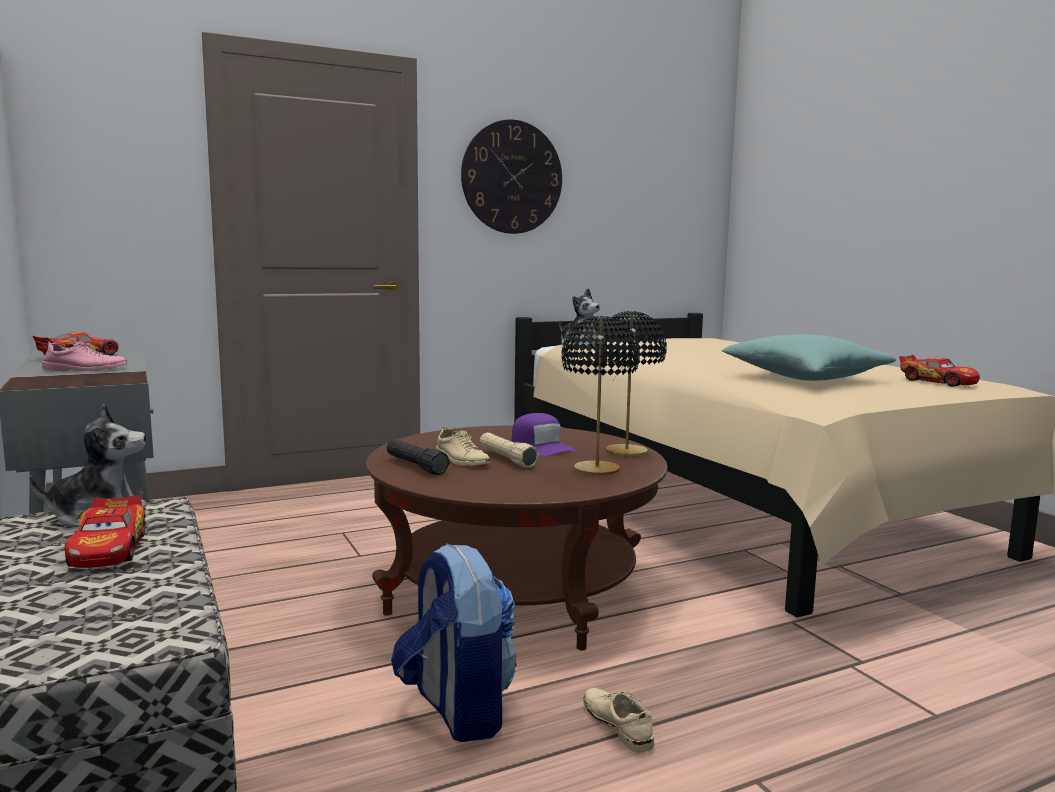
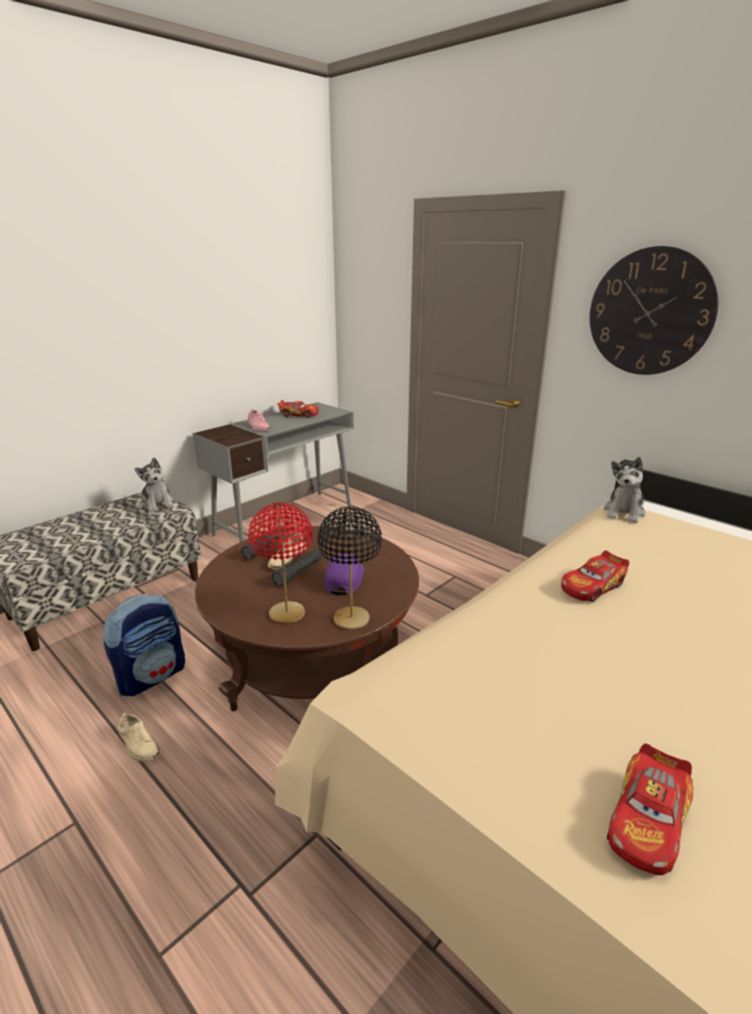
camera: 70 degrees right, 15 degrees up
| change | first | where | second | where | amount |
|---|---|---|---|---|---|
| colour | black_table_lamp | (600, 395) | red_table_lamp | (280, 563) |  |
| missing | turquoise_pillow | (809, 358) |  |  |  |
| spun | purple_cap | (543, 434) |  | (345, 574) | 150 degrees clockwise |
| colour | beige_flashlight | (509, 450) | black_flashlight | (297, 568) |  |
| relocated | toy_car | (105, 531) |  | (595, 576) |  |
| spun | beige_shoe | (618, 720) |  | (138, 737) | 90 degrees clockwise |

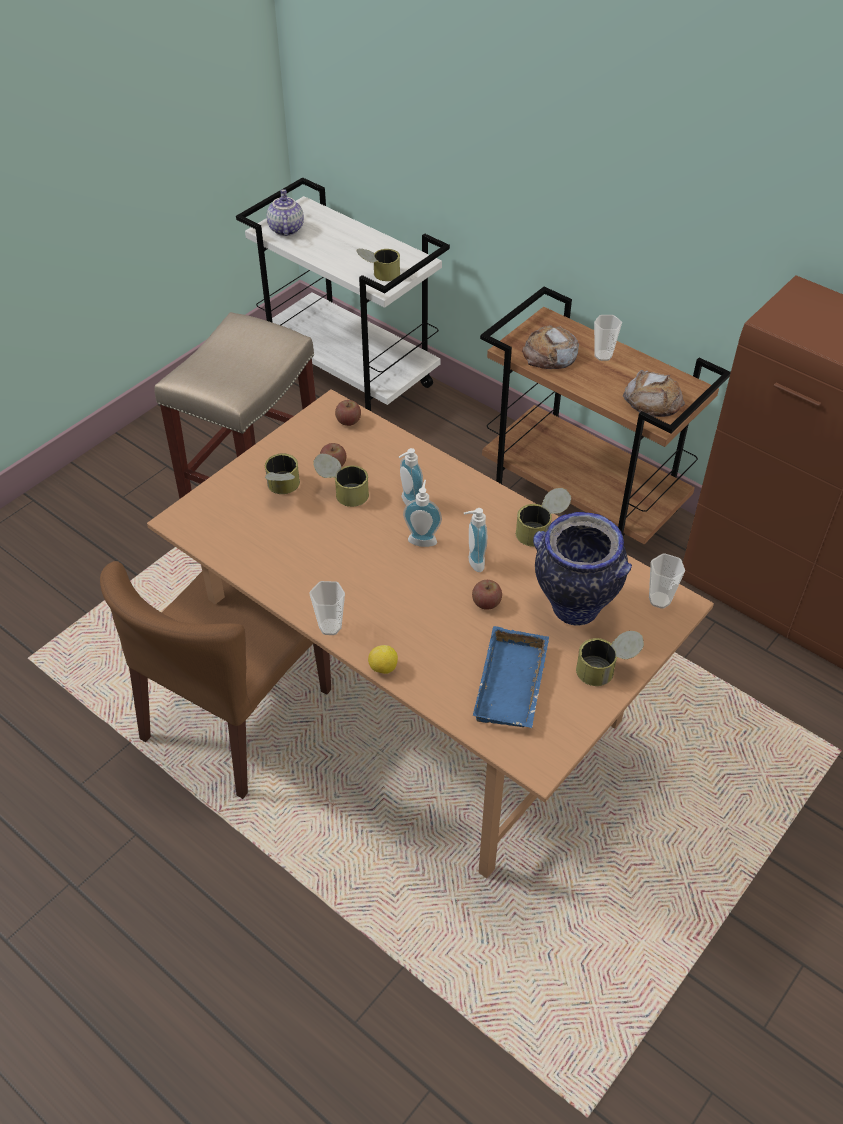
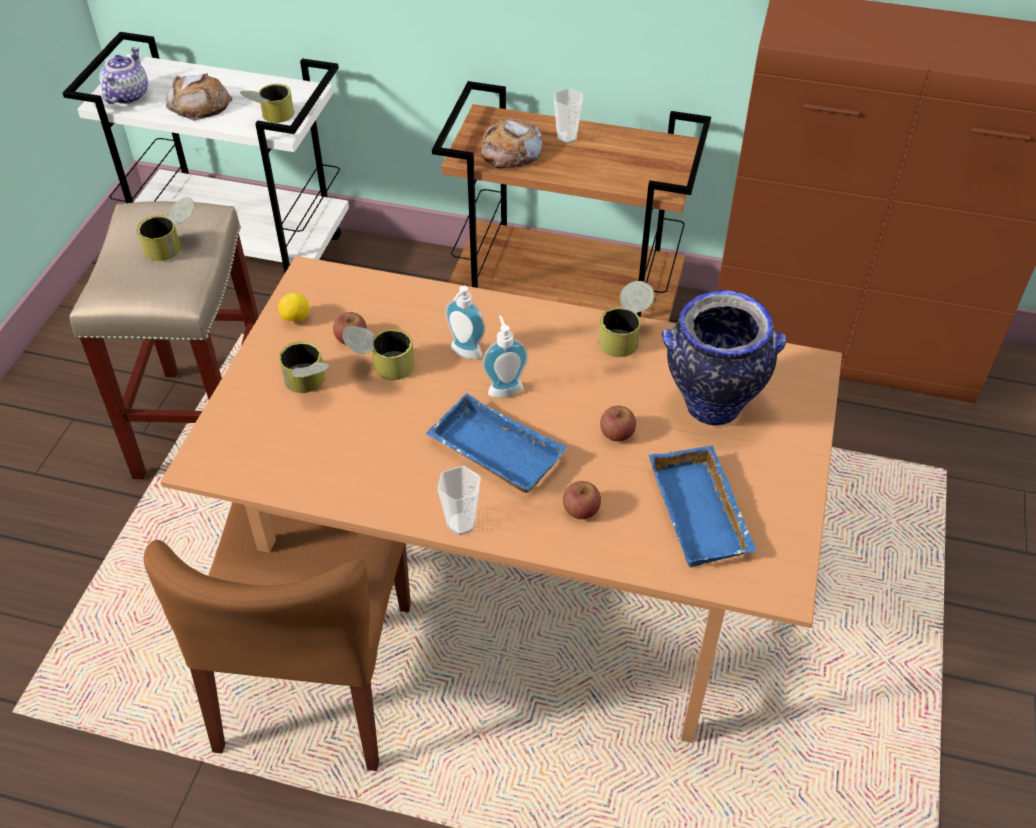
camera: 25 degrees left, 0 degrees up
| change | first | where | second | where | amount |
|---|---|---|---|---|---|
| spun | teapot | (285, 212) |  | (123, 75) | 45 degrees clockwise |
| relocated | bread | (654, 393) |  | (199, 97) |  |
| relocated | apple | (348, 413) |  | (582, 500) |  |
| missing | soap_dispenser | (475, 540) |  |  |  |
| missing | cup | (667, 581) |  |  |  |
| relocated | can | (610, 658) |  | (166, 229) |  |
| relocated | lemon | (383, 659) |  | (293, 307) |  |
| appeared |  |  | blue_tray | (496, 443) |  |

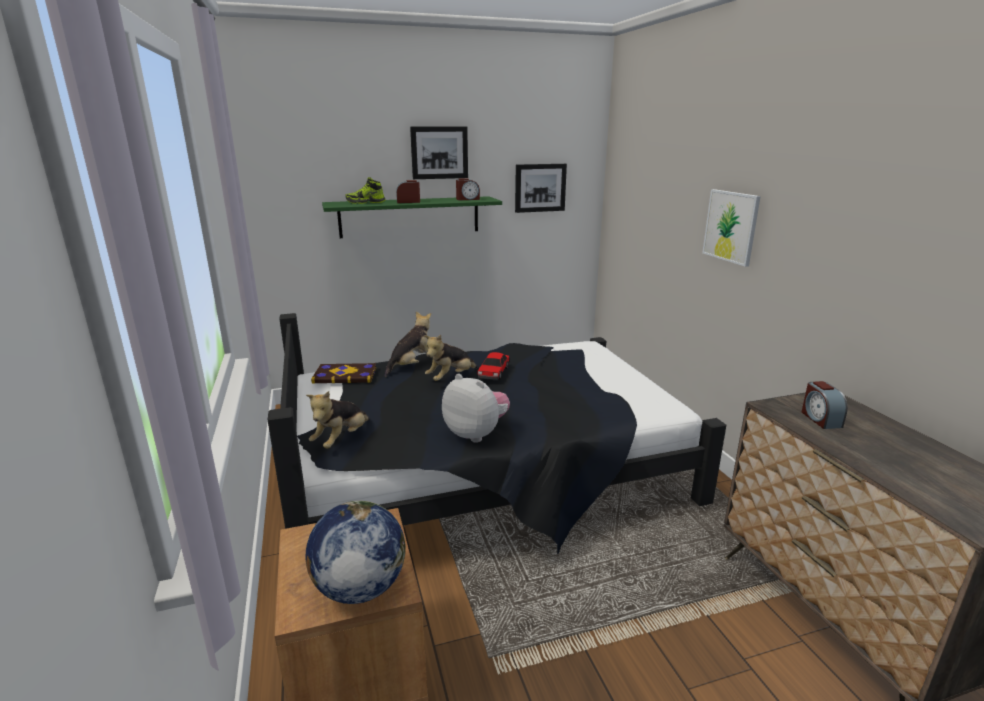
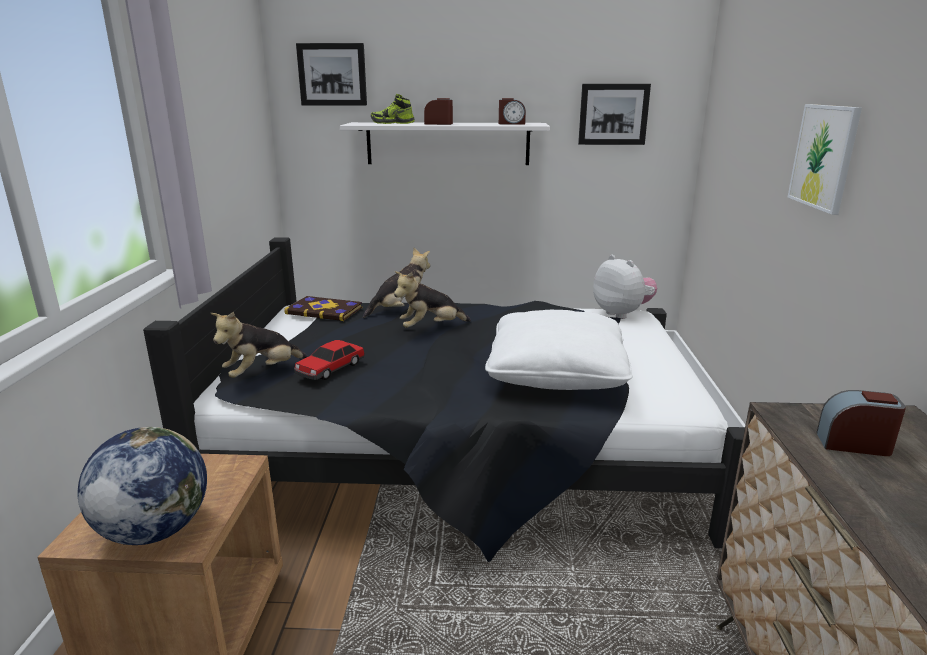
camera: 20 degrees right, 0 degrees up
| change | first | where | second | where | amount |
|---|---|---|---|---|---|
| relocated | picture | (439, 152) |  | (331, 74) |  |
| colour | green_shelf | (412, 217) | white_shelf | (445, 143) |  |
| relocated | toy_car | (493, 366) |  | (329, 360) |  |
| relocated | plush_toy | (476, 408) |  | (625, 287) |  |
| spun | alarm_clock | (825, 405) |  | (861, 423) | 90 degrees clockwise |
| appeared |  |  | white_pillow | (559, 350) |  |

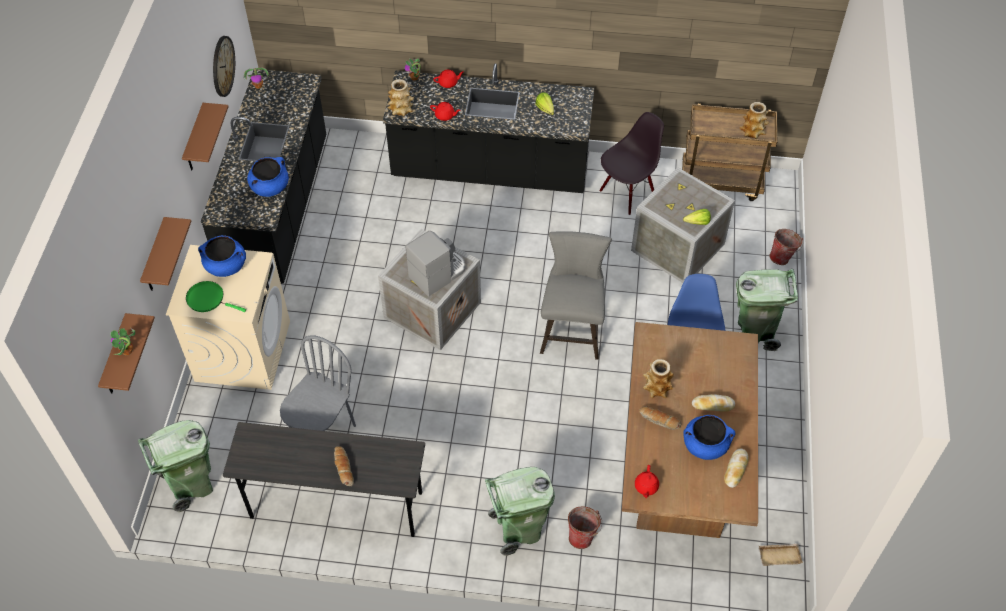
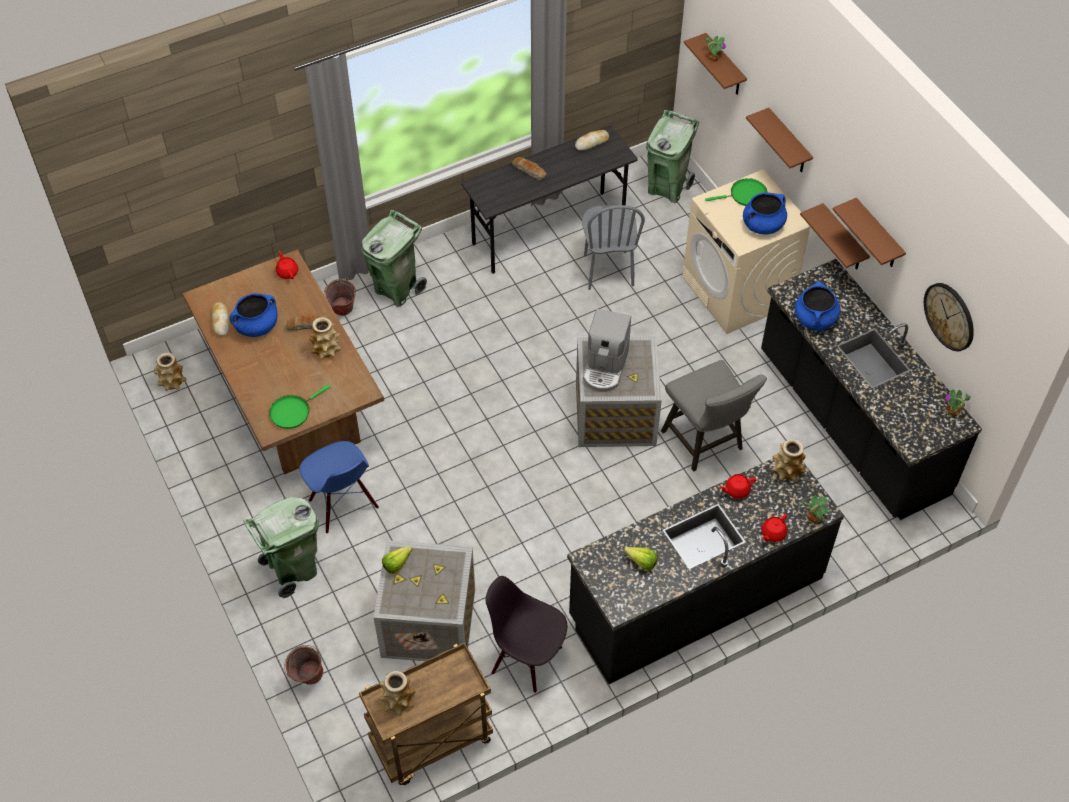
camera: 145 degrees right, 0 degrees up
| change | first | where | second | where | amount |
|---|---|---|---|---|---|
| spun | black_chair | (631, 163) |  | (526, 634) | 105 degrees clockwise |
| relocated | grey_stool | (576, 296) |  | (714, 415) |  |
| relocated | bread | (713, 403) |  | (592, 140) |  |
| exchanged | beige_tray | (781, 555) | vase | (170, 372) |  |
| appeared |  |  | brown_shelf | (835, 236) |  |
| appeared |  |  | green_frying_pan | (299, 407) |  |

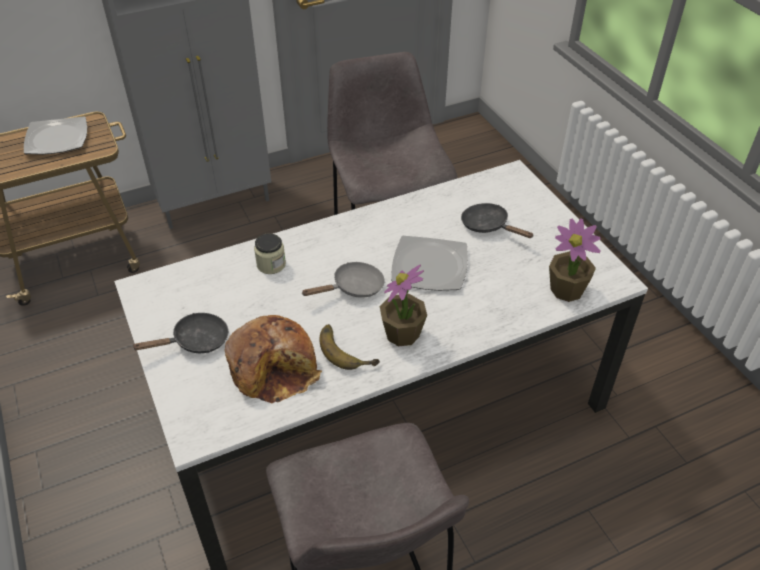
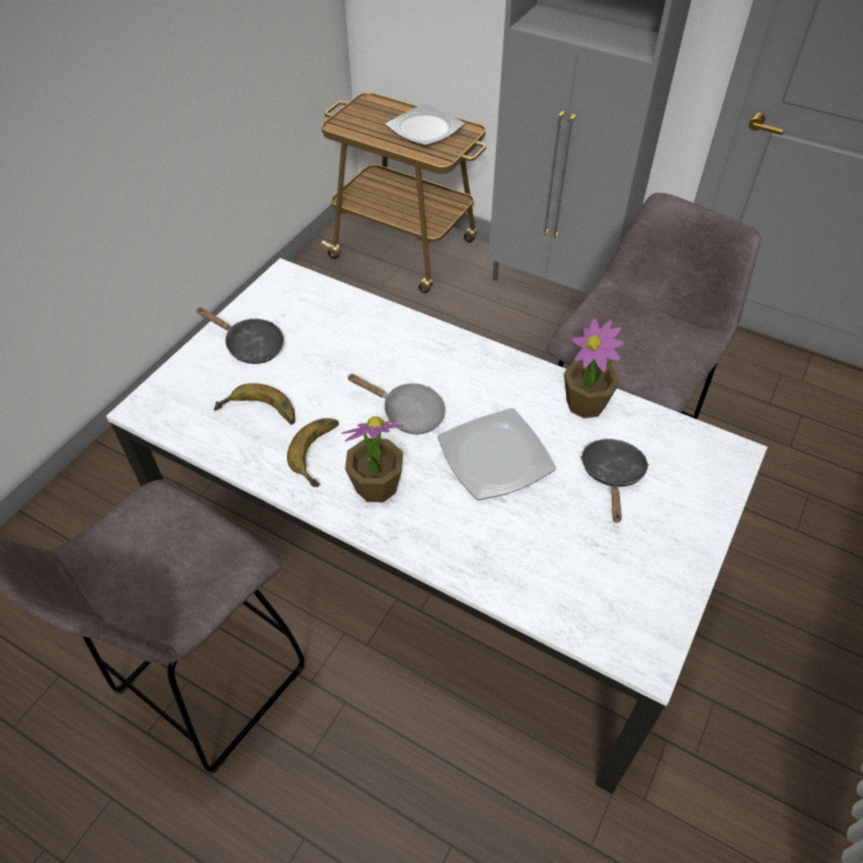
camera: 55 degrees right, 5 degrees up
| change | first | where | second | where | amount |
|---|---|---|---|---|---|
| relocated | potted_plant | (575, 260) |  | (594, 368) |  |
| missing | jar | (270, 253) |  |  |  |
| exchanged | bread | (273, 359) | banana | (254, 404) |  |

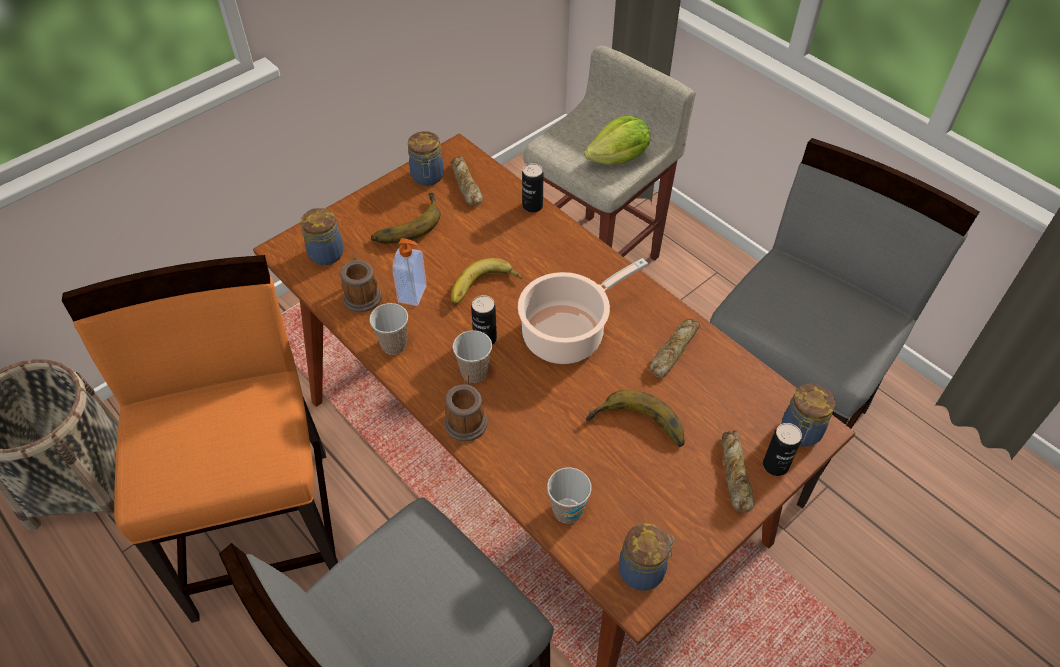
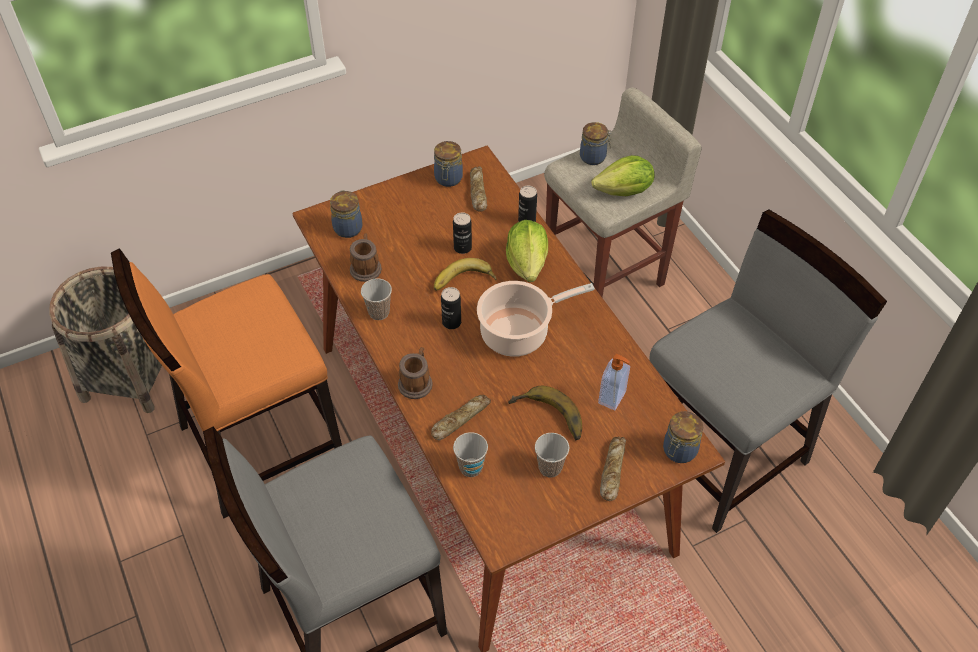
camera: 15 degrees right, 0 degrees up
| change | first | where | second | where | amount |
|---|---|---|---|---|---|
| missing | banana | (405, 218) |  |  |  |
| relocated | soap_dispenser | (409, 272) |  | (614, 382) |  |
| spun | orange_chair | (200, 439) |  | (226, 383) | 120 degrees counterclockwise |
| relocated | bread | (675, 348) |  | (461, 417) |  |
| relocated | cup | (472, 356) |  | (552, 455) |  |
| relocated | can | (782, 449) |  | (462, 233) |  |
| relocated | jar | (646, 557) |  | (595, 143) |  |
| appeared |  |  | lettuce | (527, 251) |  |

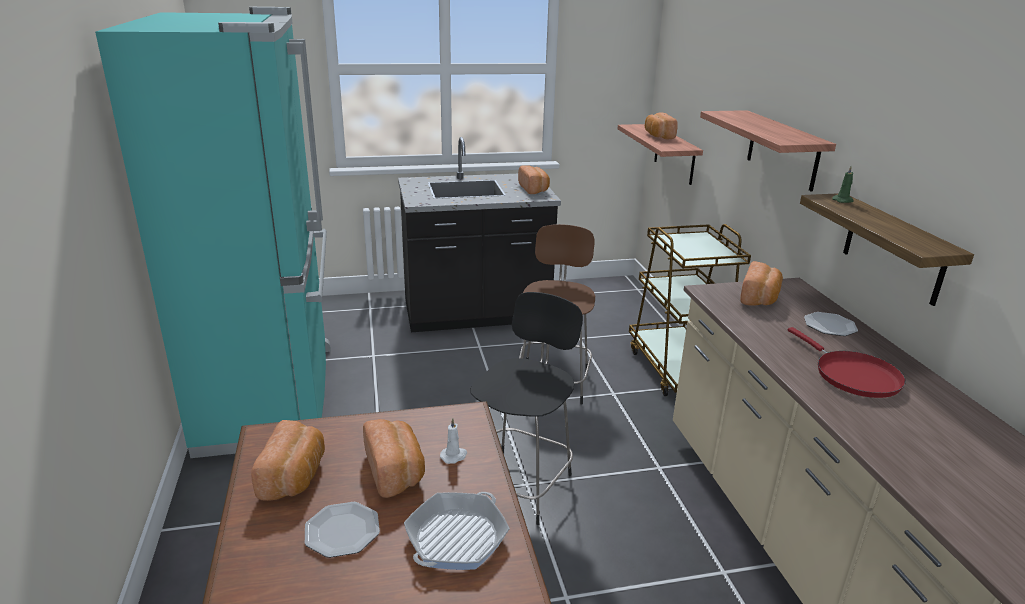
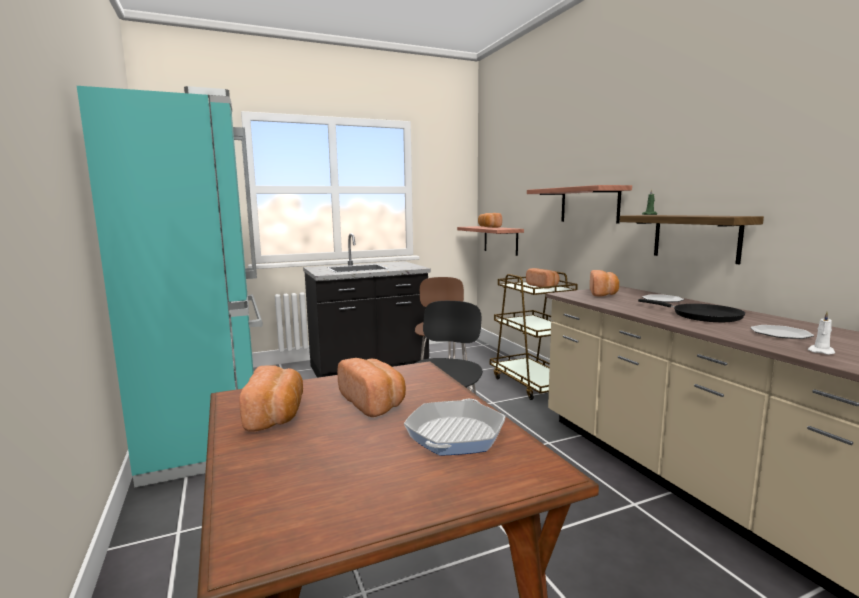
camera: 10 degrees left, 15 degrees down
| change | first | where | second | where | amount |
|---|---|---|---|---|---|
| relocated | bread | (534, 179) |  | (542, 278) |  |
| colour | red_frying_pan | (847, 362) | black_frying_pan | (691, 310) |  |
| relocated | white_candle | (453, 441) |  | (821, 333) |  |
| relocated | plate | (342, 530) |  | (782, 332) |  |

